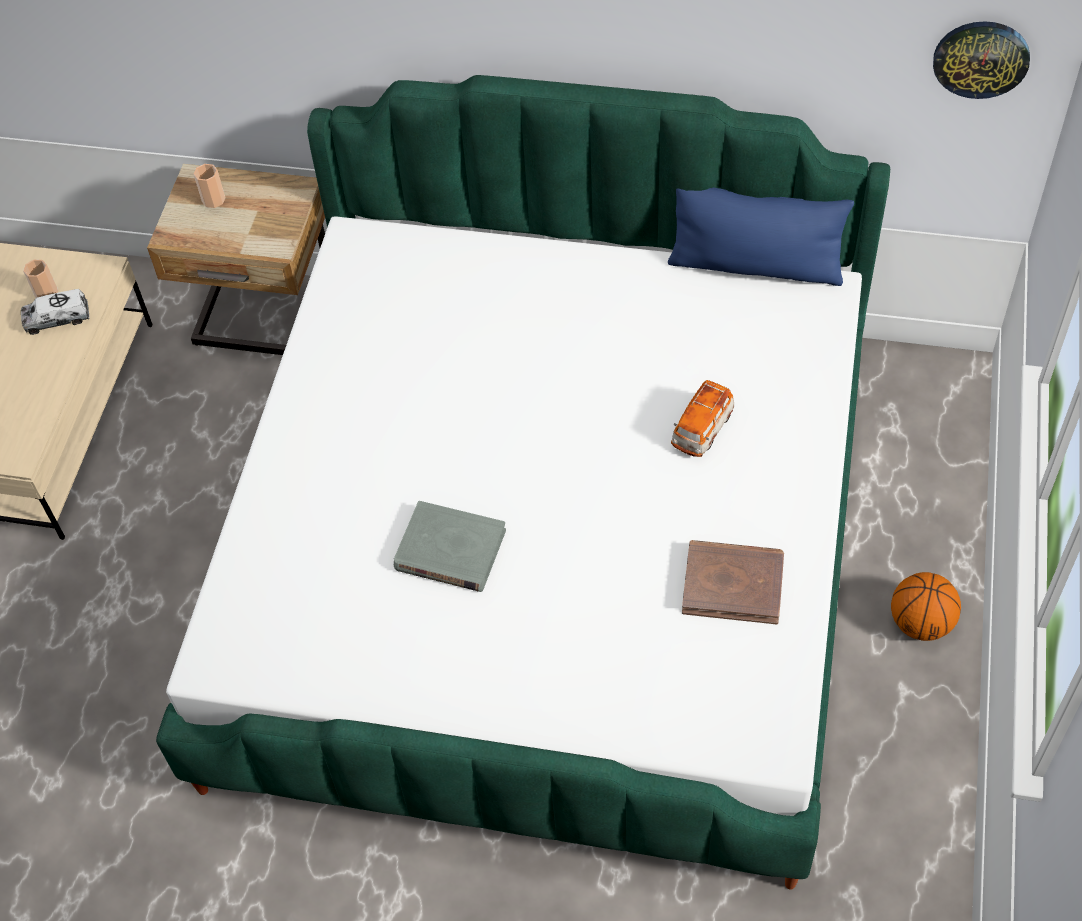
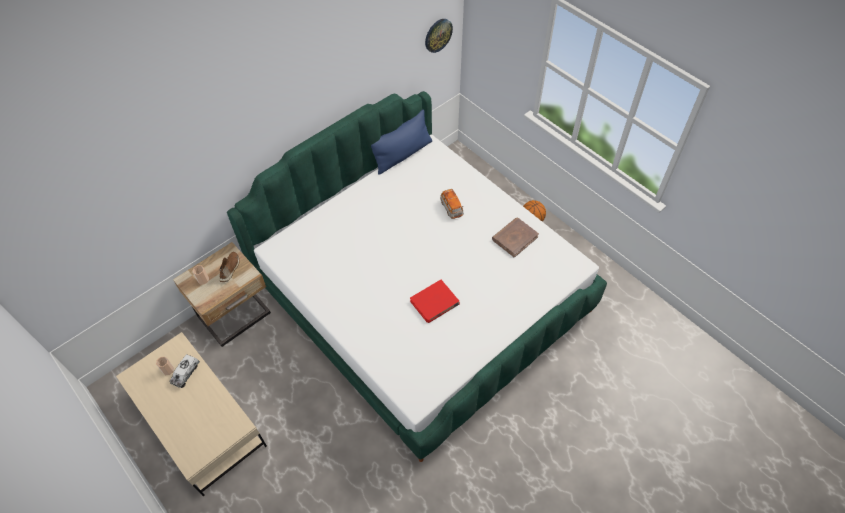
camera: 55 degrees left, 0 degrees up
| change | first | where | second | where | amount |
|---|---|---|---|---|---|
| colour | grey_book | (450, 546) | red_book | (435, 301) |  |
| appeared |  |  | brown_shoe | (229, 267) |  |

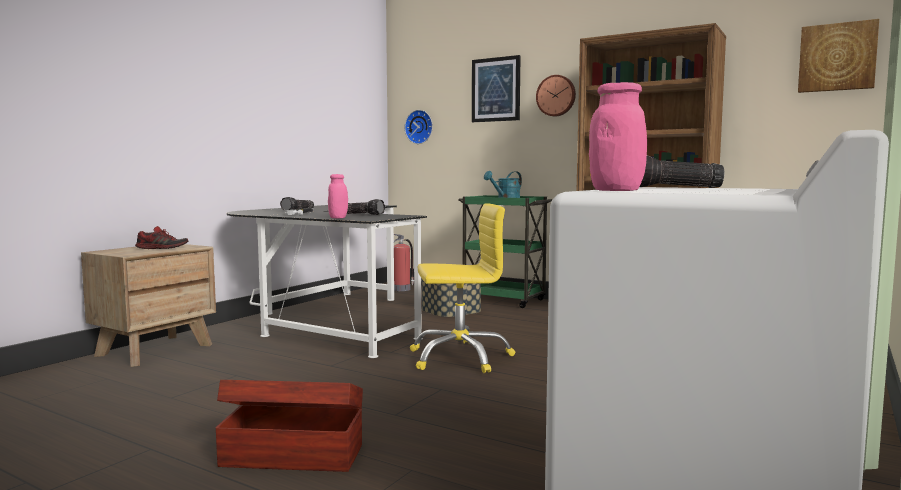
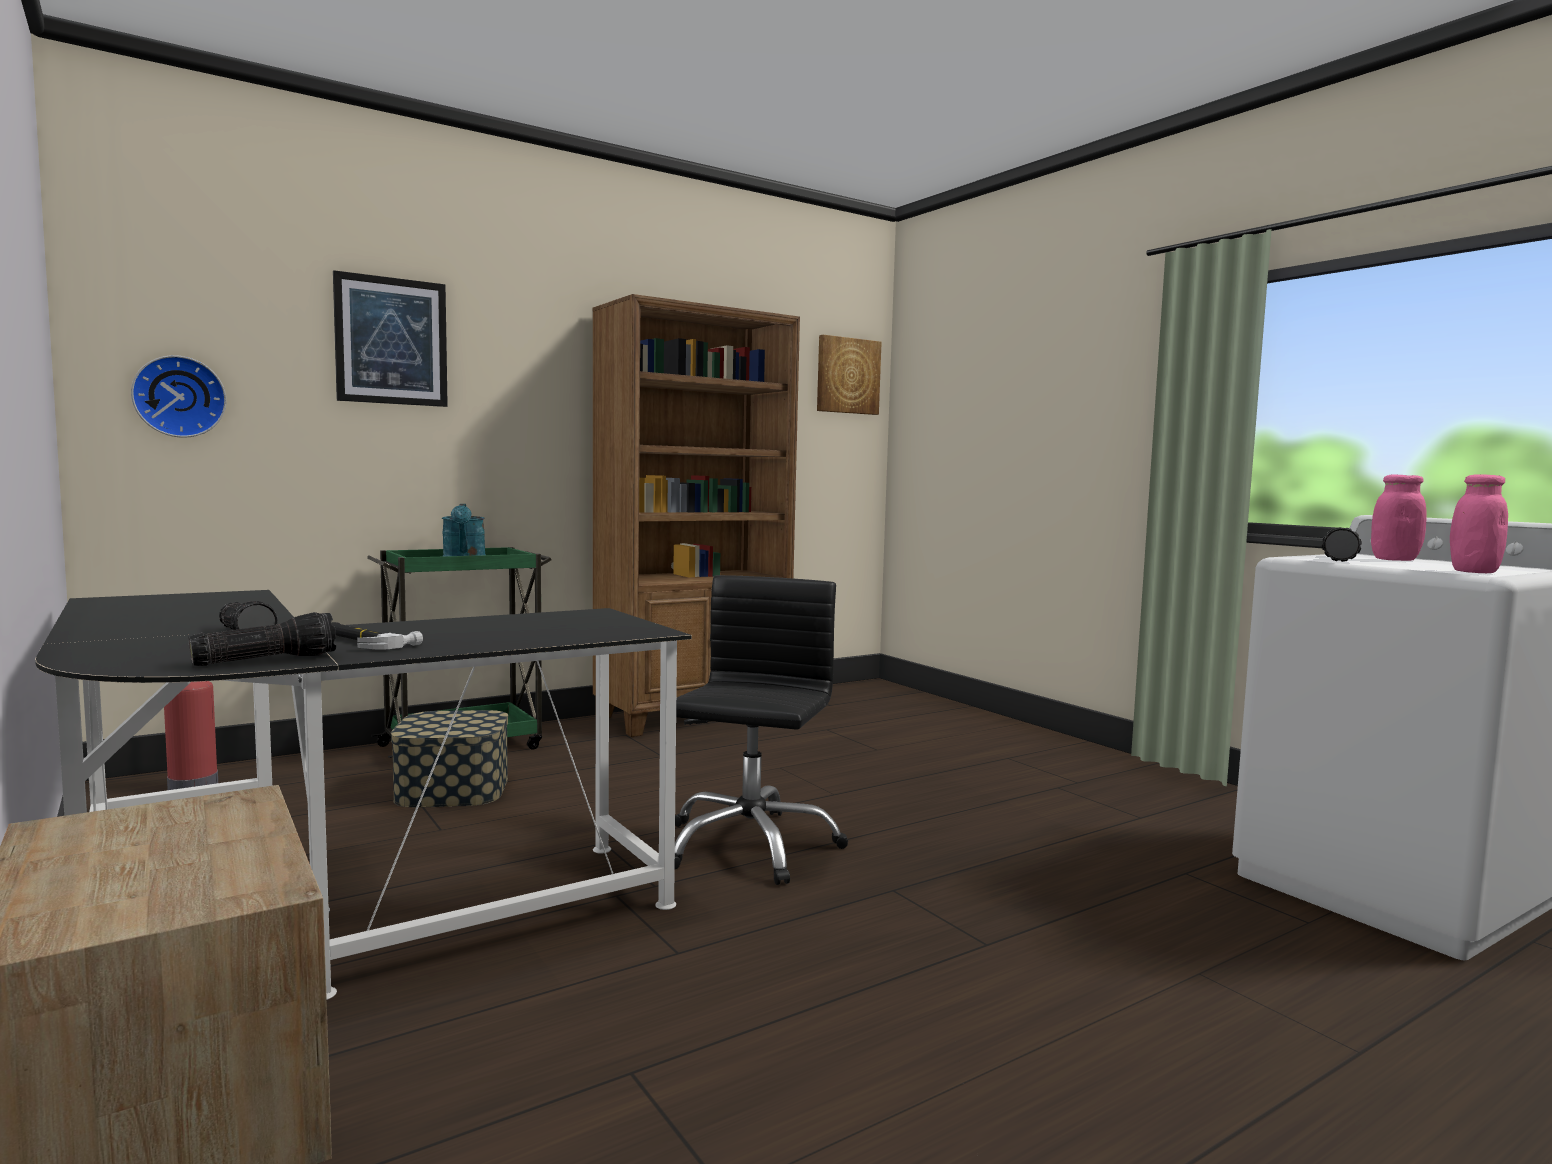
camera: 65 degrees left, 0 degrees up
| change | first | where | second | where | amount |
|---|---|---|---|---|---|
| missing | wall_clock | (556, 96) |  |  |  |
| relocated | pink_jar | (338, 196) |  | (1399, 517) |  |
| relocated | flashlight | (366, 207) |  | (262, 639) |  |
| colour | yellow_office_chair | (462, 288) | black_office_chair | (761, 730) |  |
| missing | shoe | (161, 237) |  |  |  |
| missing | brown_storage_box | (289, 426) |  |  |  |

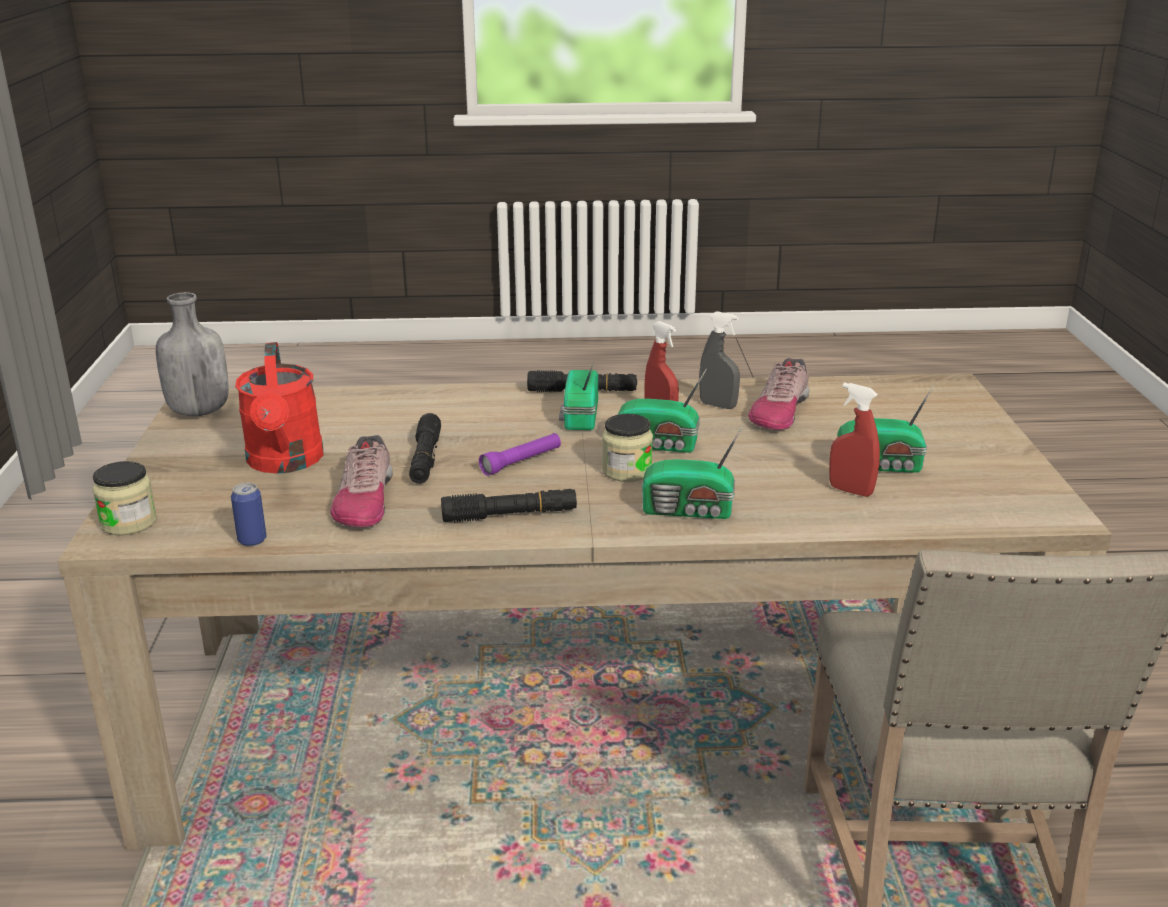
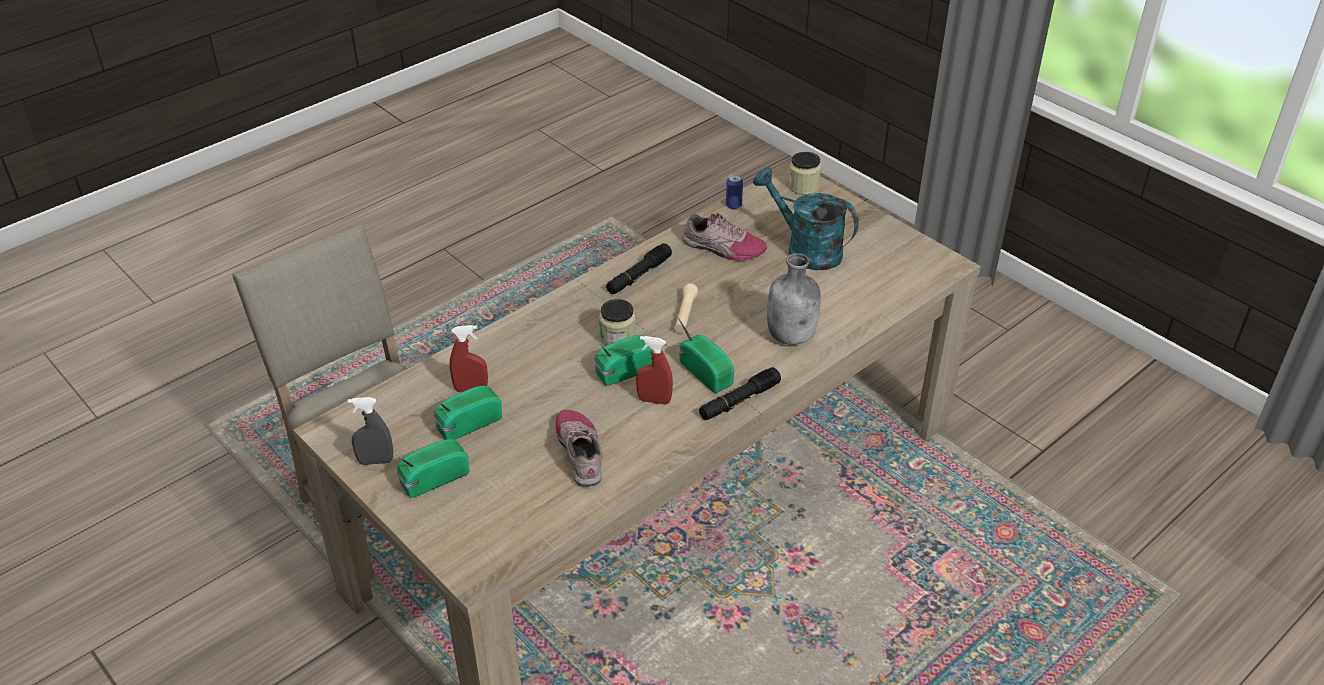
camera: 140 degrees right, 15 degrees up
| change | first | where | second | where | amount |
|---|---|---|---|---|---|
| relocated | grey_bottle | (192, 354) |  | (794, 299) |  |
| relocated | grey_spray_bottle | (719, 360) |  | (370, 431) |  |
| colour | red_watering_can | (279, 407) | turquoise_watering_can | (806, 218) |  |
| missing | black_flashlight | (425, 448) |  |  |  |
| relocated | radio | (692, 472) |  | (432, 468) |  |
| colour | purple_flashlight | (520, 454) | beige_flashlight | (686, 308) |  |
| spun | shoe | (361, 481) |  | (725, 236) | 150 degrees clockwise |

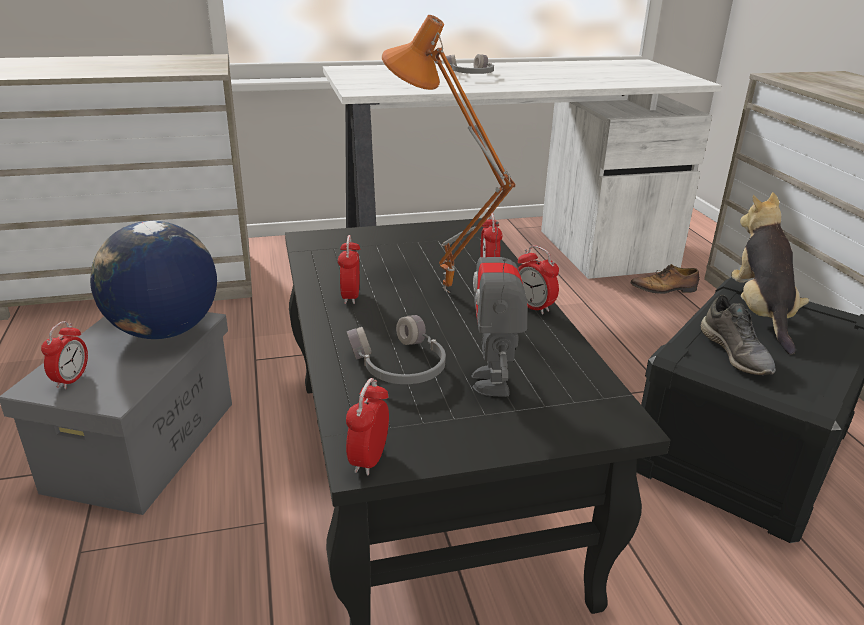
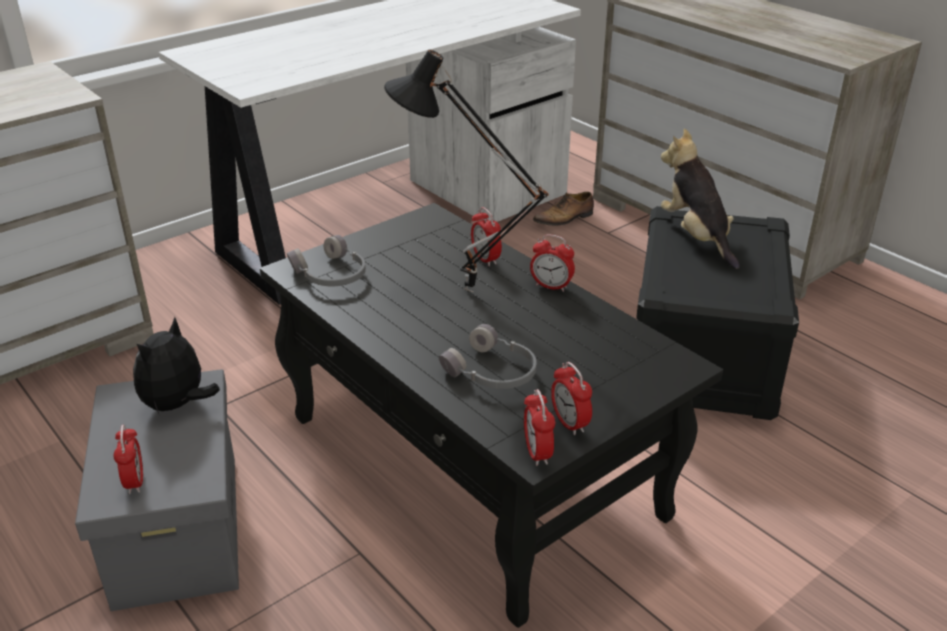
camera: 25 degrees left, 5 degrees up
| change | first | where | second | where | amount |
|---|---|---|---|---|---|
| colour | orange_table_lamp | (449, 154) | black_table_lamp | (466, 171) |  |
| relocated | grey_headphones | (470, 64) |  | (326, 260) |  |
| exchanged | globe | (153, 280) | plush_toy | (176, 366) |  |
| missing | toy_robot | (499, 309) |  |  |  |
| relocated | alarm_clock | (349, 269) |  | (571, 398) |  |
| missing | grey_shoe | (737, 335) |  |  |  |

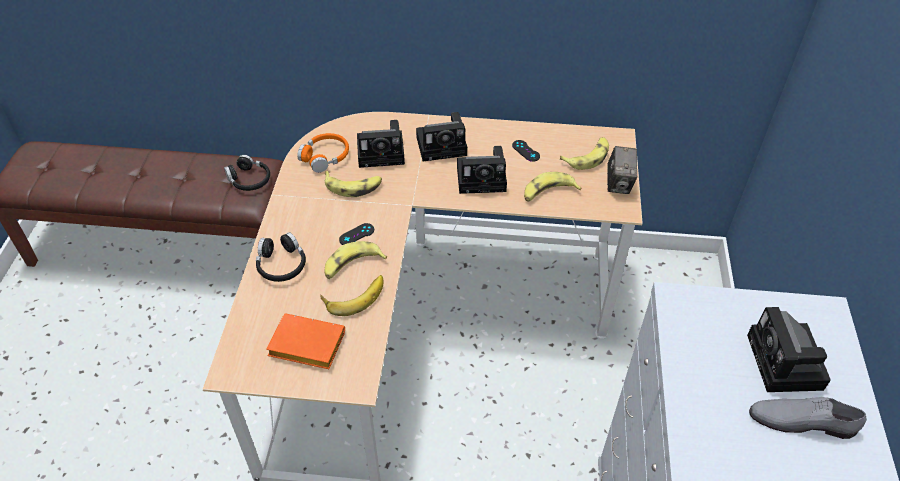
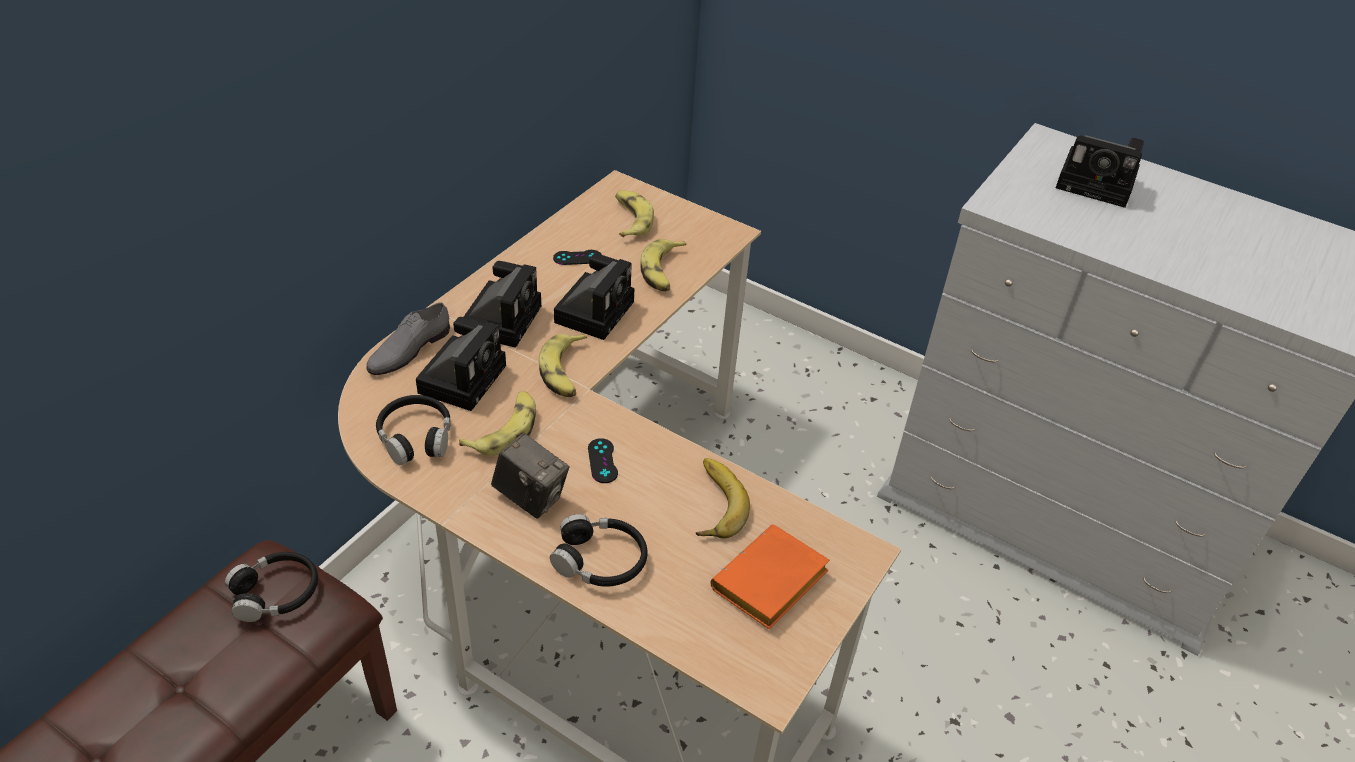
camera: 65 degrees left, 5 degrees down
| change | first | where | second | where | amount |
|---|---|---|---|---|---|
| colour | orange_headphones | (323, 153) | black_headphones | (413, 430) |  |
| relocated | photo_camera | (622, 170) |  | (530, 476) |  |
| relocated | banana | (355, 260) |  | (563, 365) |  |
| relocated | grey_shoe | (808, 418) |  | (408, 339) |  |

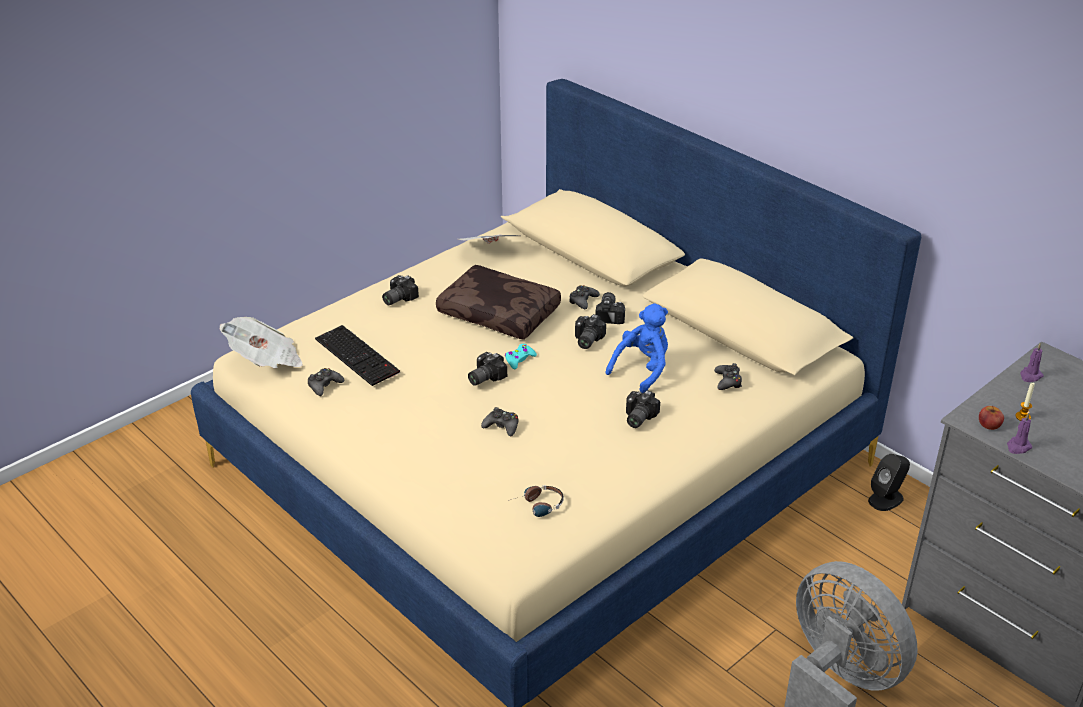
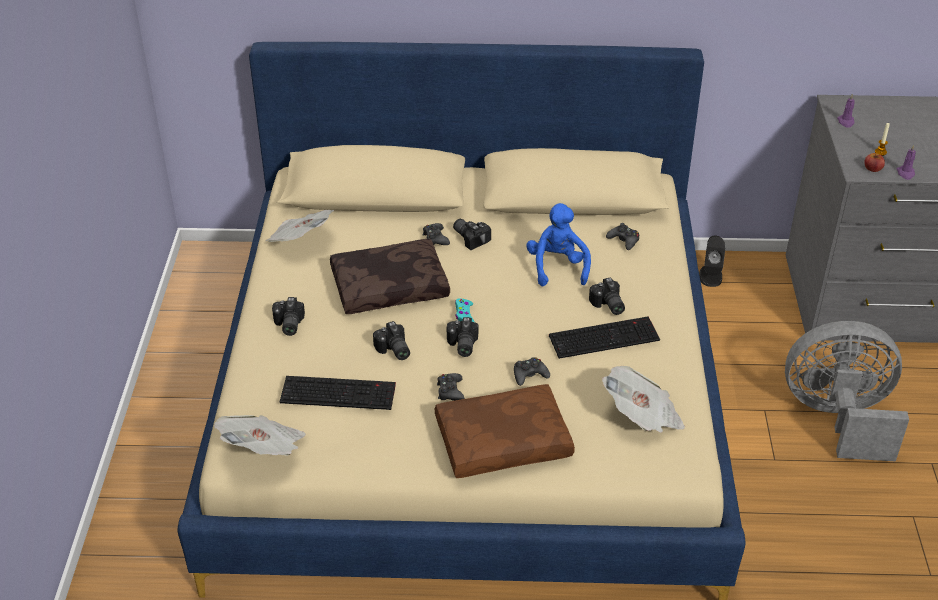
camera: 45 degrees left, 5 degrees up
| change | first | where | second | where | amount |
|---|---|---|---|---|---|
| relocated | photo_camera | (590, 331) |  | (391, 340) |  |
| relocated | black_game_controller | (326, 382) |  | (451, 387) |  |
| exchanged | headphones | (536, 501) | newspaper | (643, 399) |  |
| appeared |  |  | keyboard | (604, 338) |  |
| appeared |  |  | brown_pillow | (505, 431) |  |

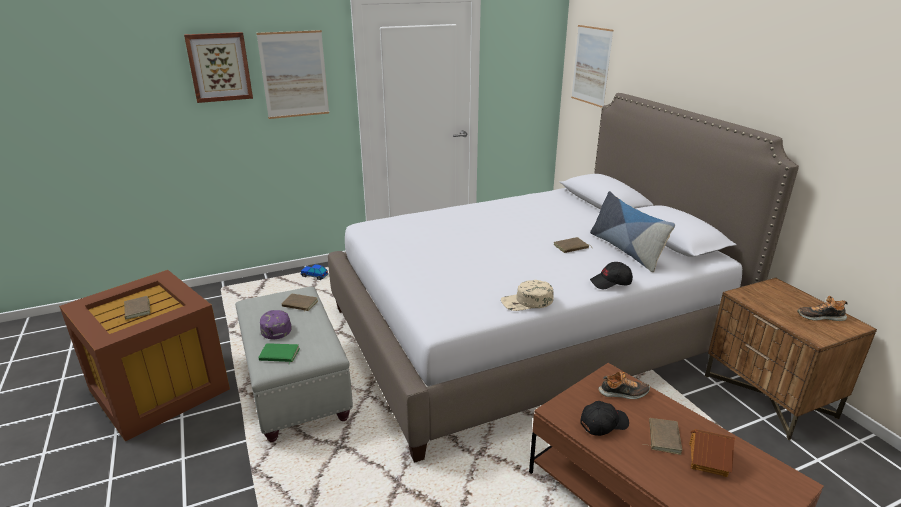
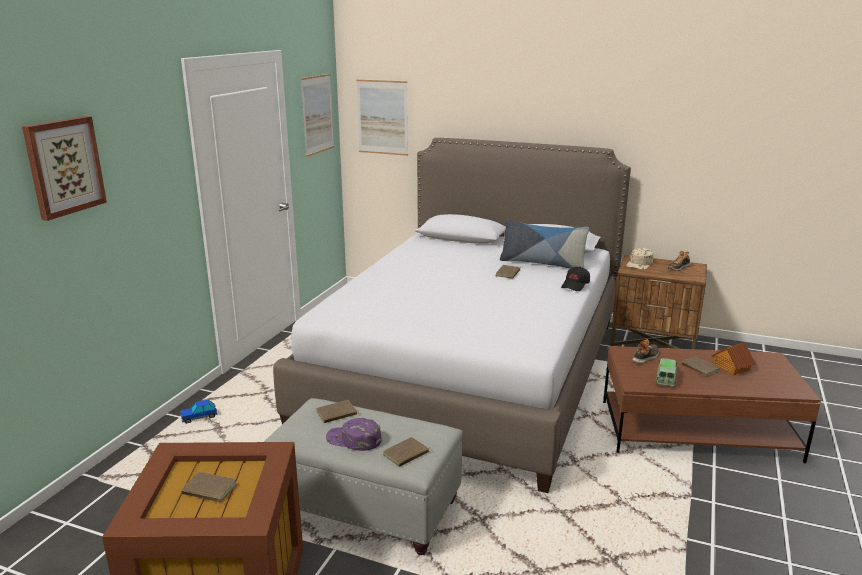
camera: 45 degrees left, 5 degrees down
| change | first | where | second | where | amount |
|---|---|---|---|---|---|
| relocated | picture | (292, 74) |  | (317, 115) |  |
| relocated | beige_cap | (527, 295) |  | (640, 259) |  |
| colour | green_book | (279, 353) | brown_book | (408, 452) |  |
| exchanged | black_cap | (605, 418) | toy_truck | (666, 372) |  |

